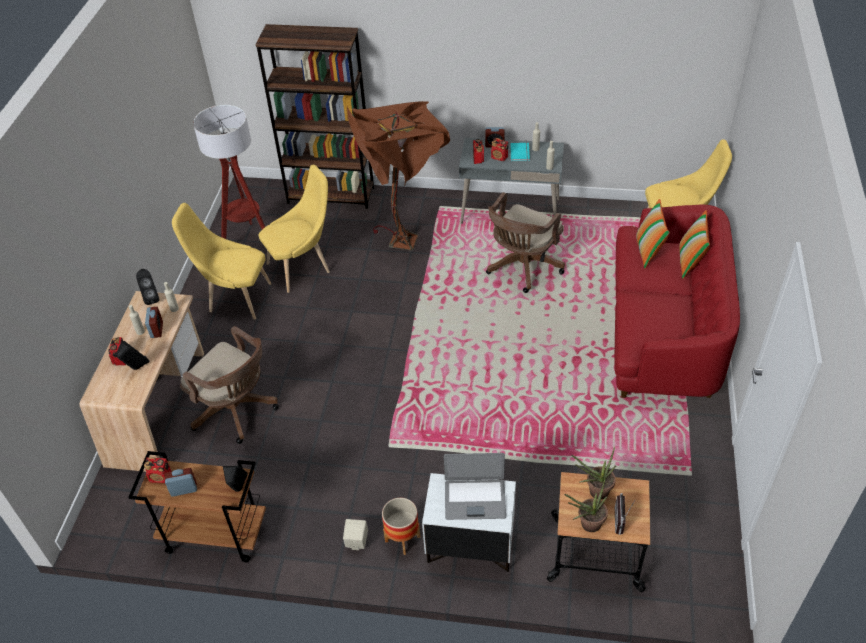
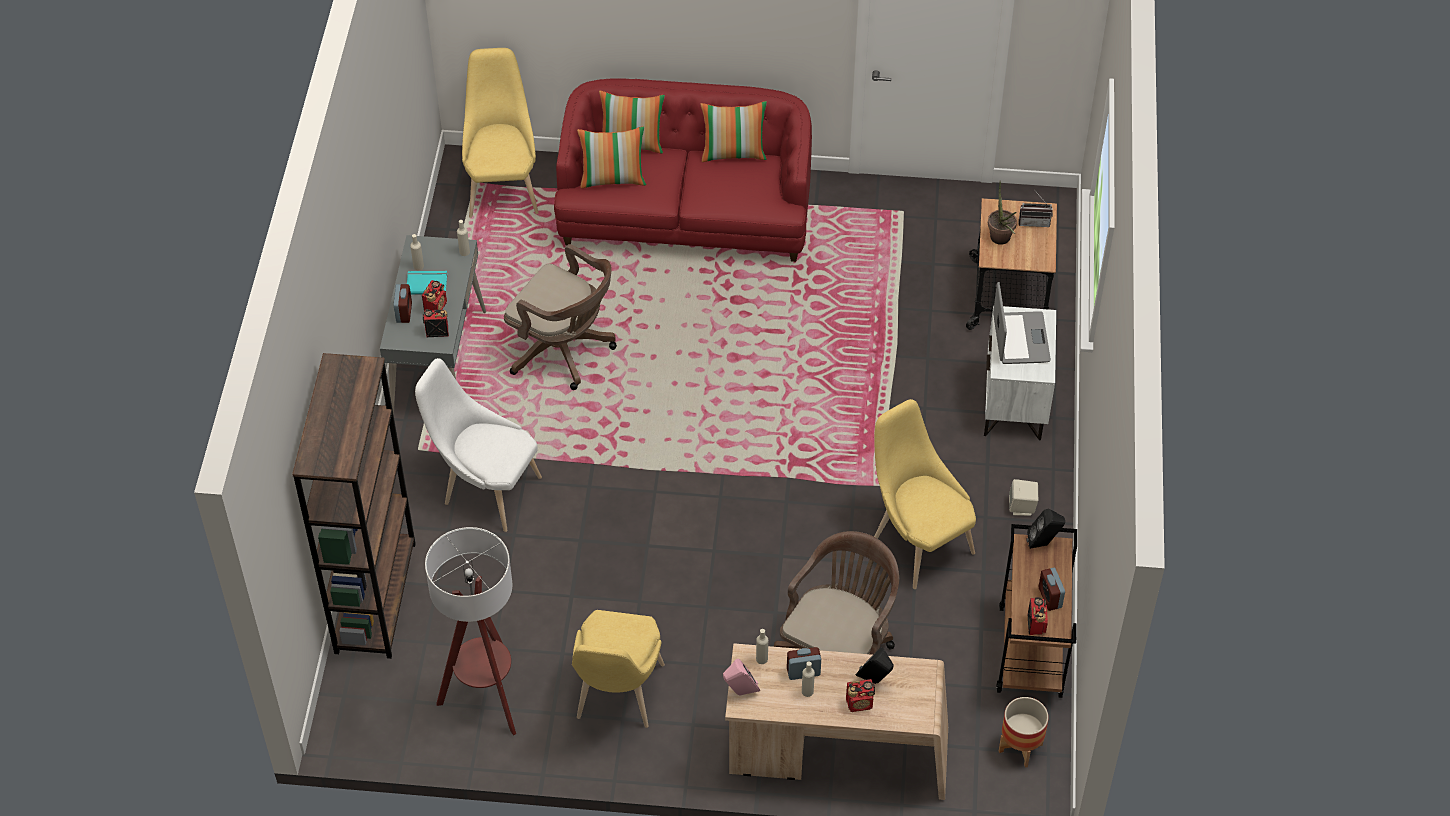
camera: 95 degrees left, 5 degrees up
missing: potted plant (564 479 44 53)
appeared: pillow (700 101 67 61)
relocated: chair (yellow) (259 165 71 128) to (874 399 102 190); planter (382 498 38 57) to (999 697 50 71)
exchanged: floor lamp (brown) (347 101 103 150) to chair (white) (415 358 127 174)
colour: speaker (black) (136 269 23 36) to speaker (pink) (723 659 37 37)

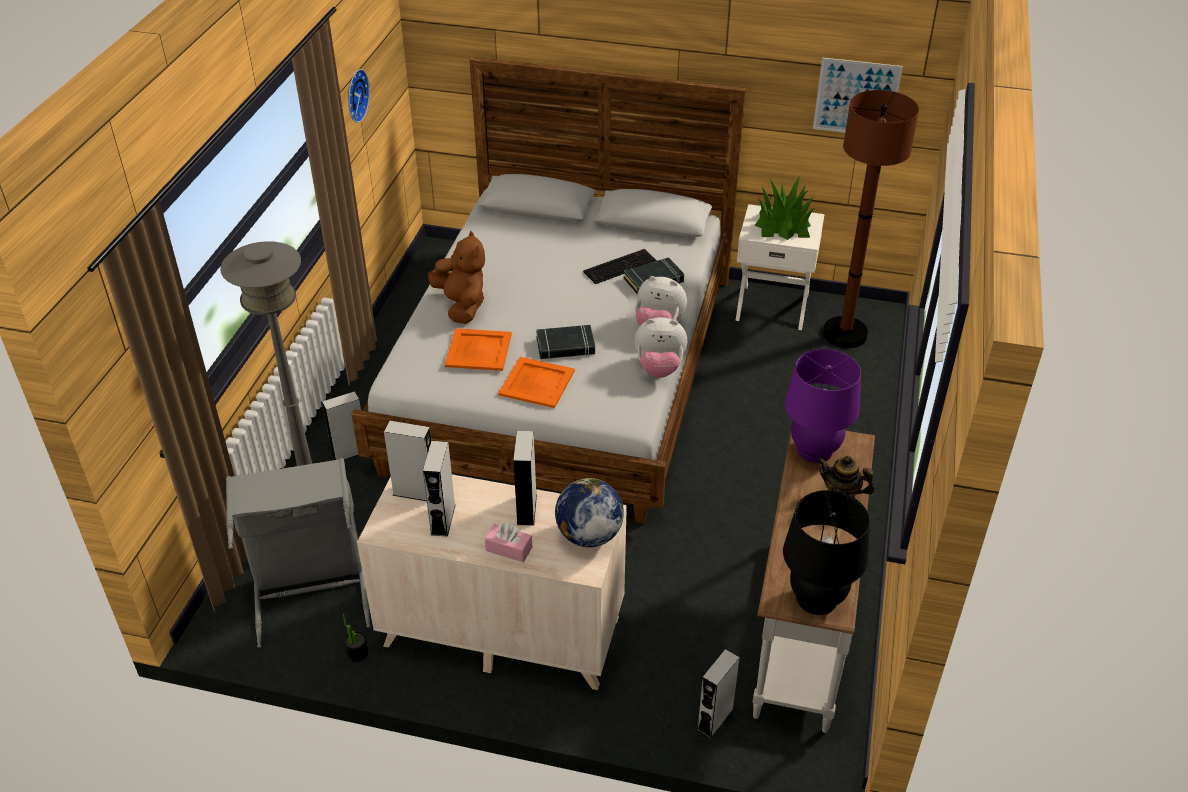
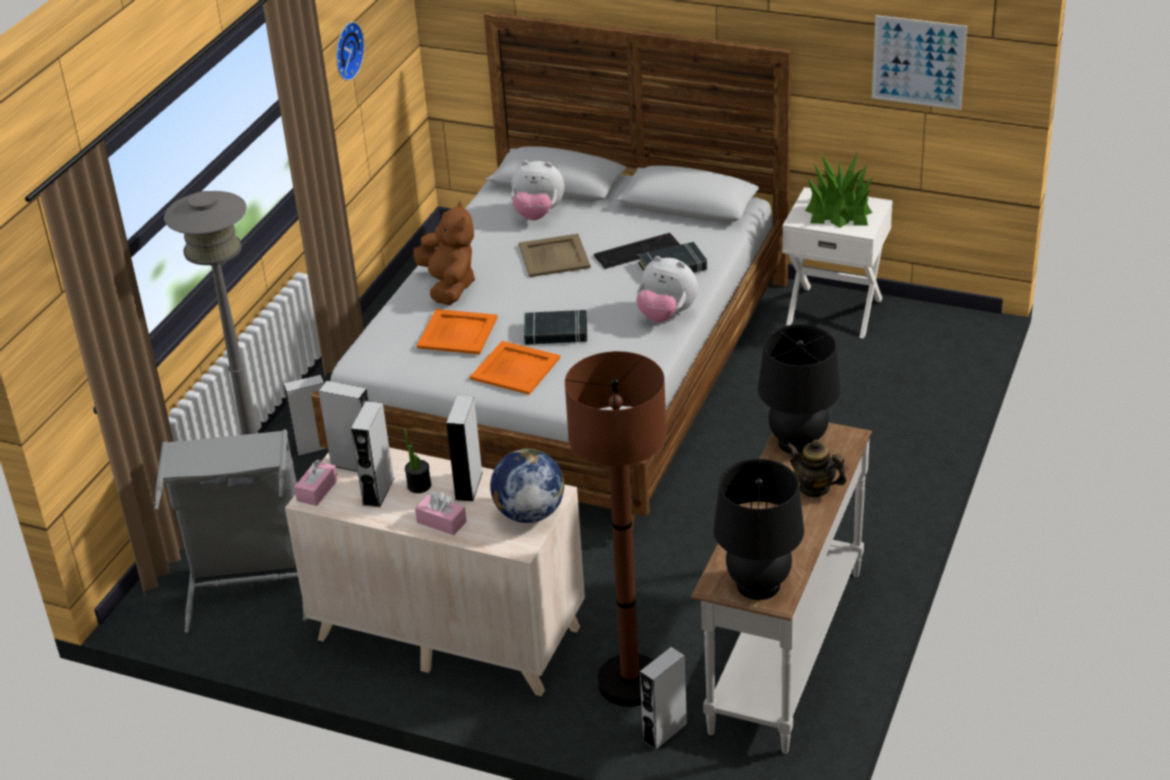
camera: 10 degrees right, 5 degrees down
appeared: tray (beige) (519 234 72 43); tissue box (pink) (294 459 44 47)
relocated: floor lamp (brown) (823 90 96 258) to (565 351 102 355); plush toy (634 317 53 61) to (511 160 53 60); potted plant (343 613 25 49) to (404 429 27 64)
colour: table lamp (purple) (785 349 76 114) to table lamp (black) (758 325 83 129)

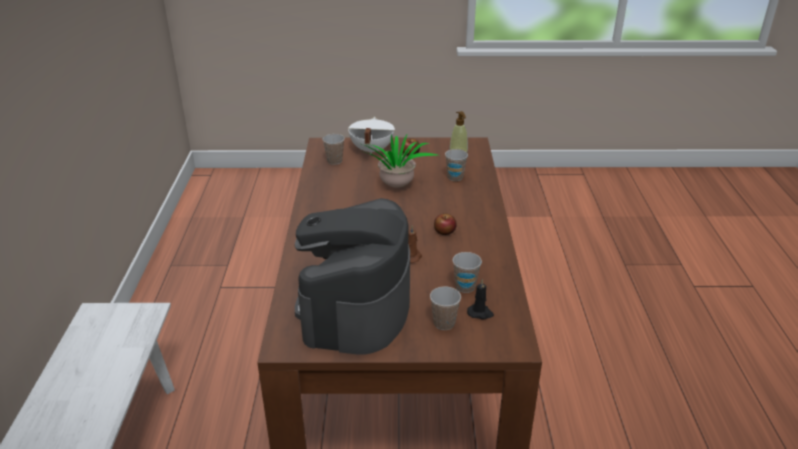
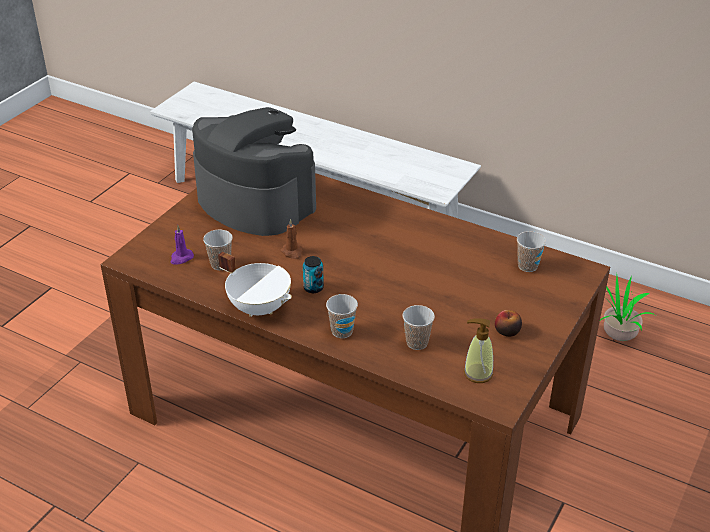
camera: 120 degrees right, 5 degrees up
relocated: cooking pot (white) (348 117 47 37) to (218 251 74 66); potted plant (362 134 75 54) to (600 275 55 66); cup (430 286 31 44) to (326 294 32 44)
exchanged: apple (434 213 23 22) to can (303 256 21 37)
colour: candle (black) (467 279 27 40) to candle (purple) (170 225 24 40)

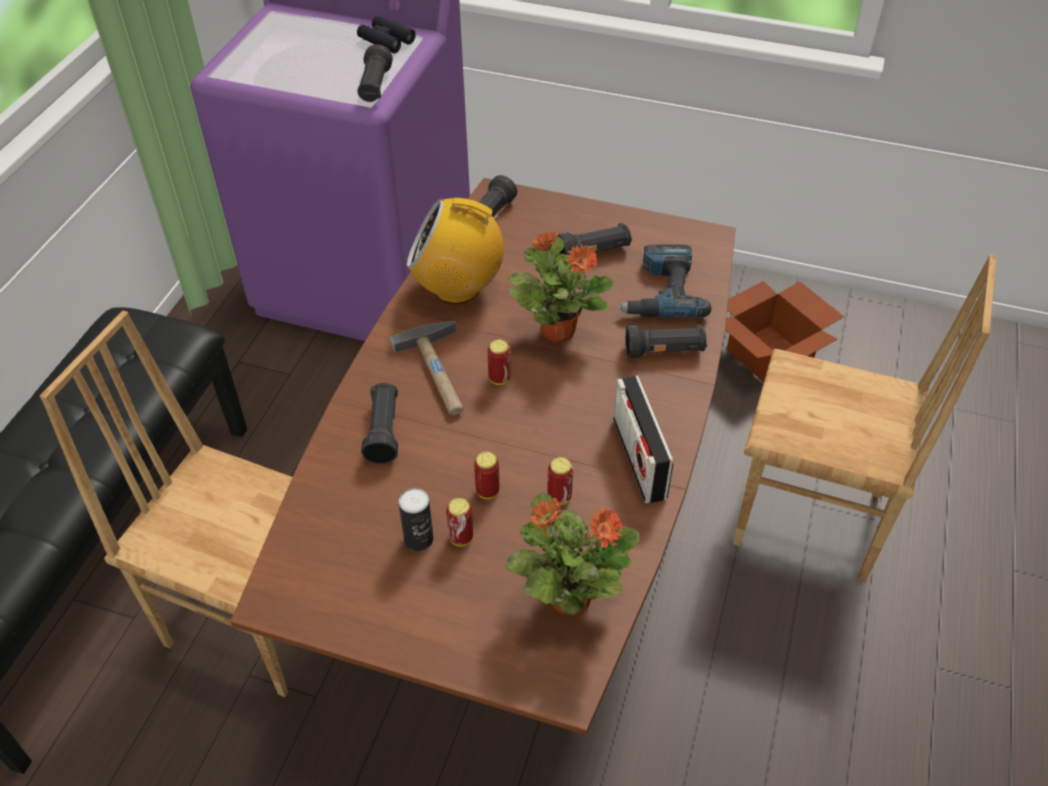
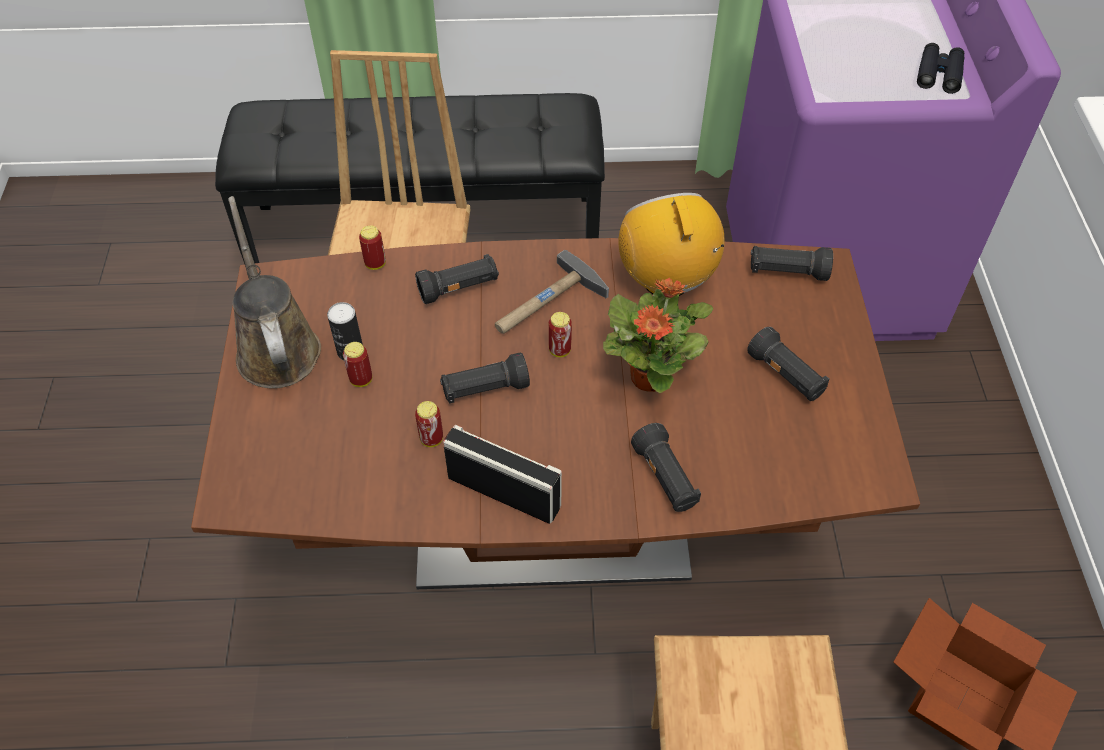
camera: 70 degrees right, 5 degrees up
missing: power drill (617 244 94 74); potted plant (505 492 134 124)
appeared: watering can (brown) (228 196 93 193)
relocated: flashlight (black) (358 44 35 58) to (440 353 90 51); can (474 452 25 47) to (359 225 27 45)
spun: radio (613 376 61 127) = (443 425 119 99) 60 degrees clockwise

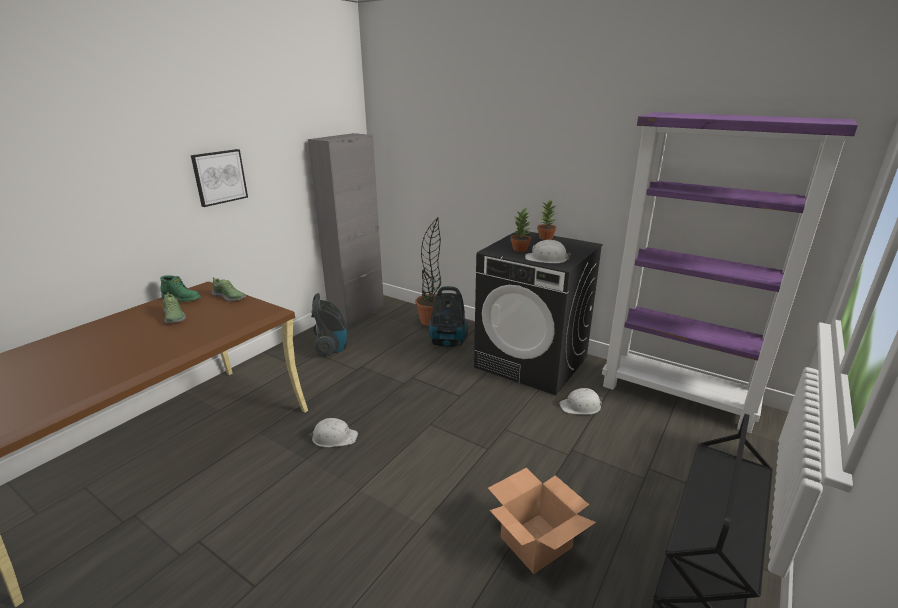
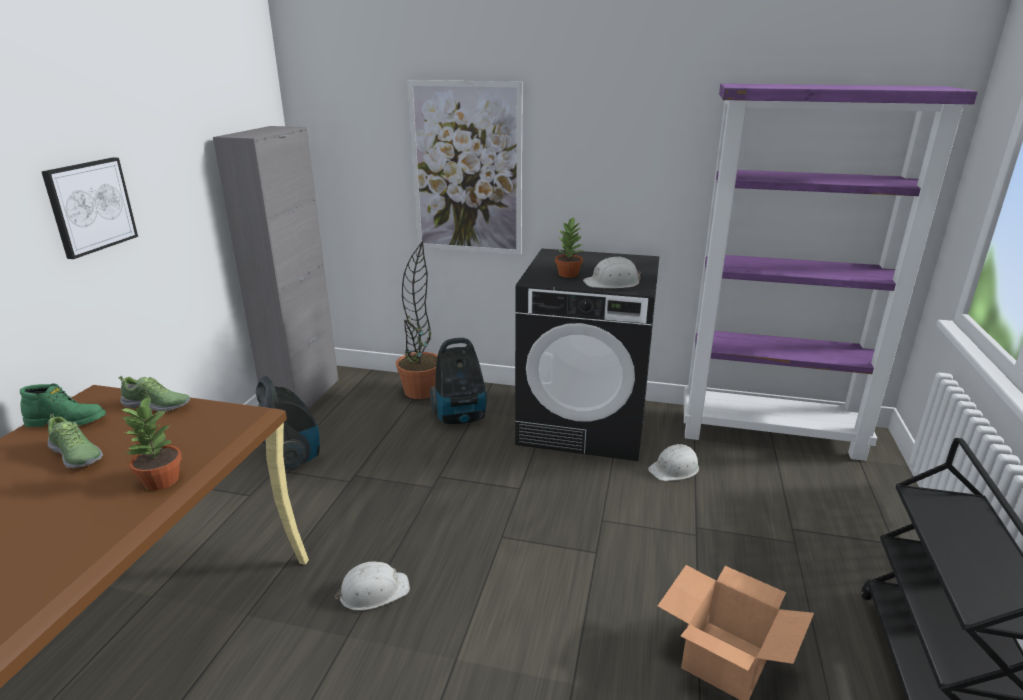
camera: 20 degrees left, 0 degrees up
appeared: picture (407 80 116 175)
relocated: potted plant (537 199 20 41) to (119 396 62 94)

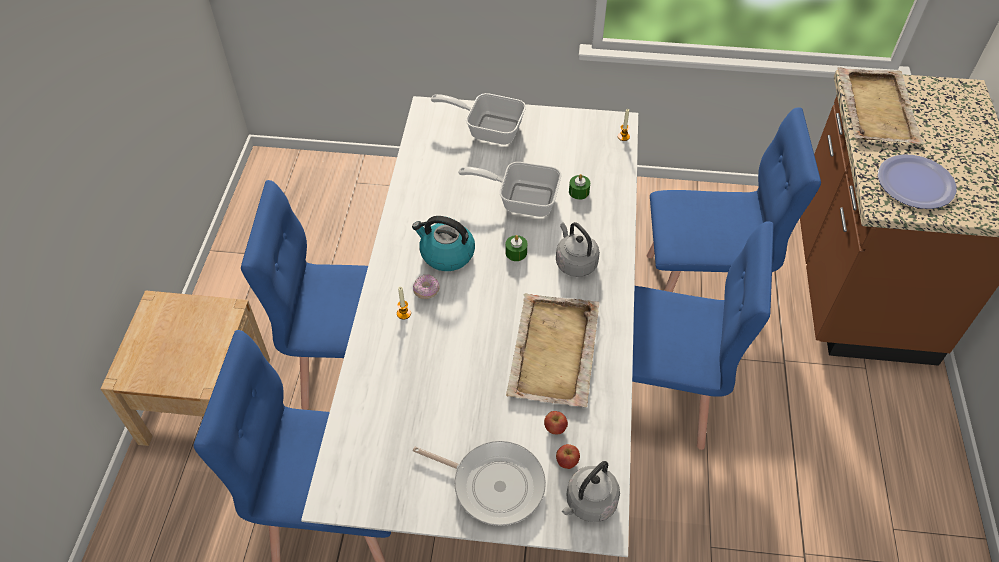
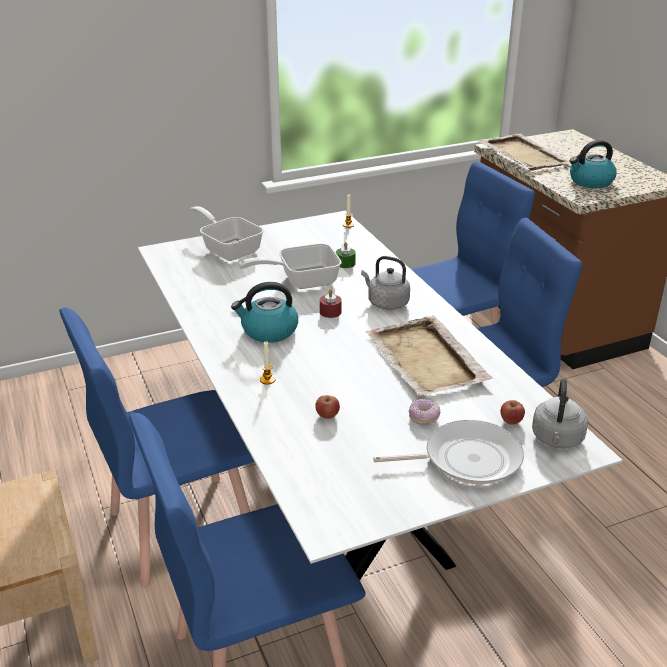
camera: 30 degrees left, 20 degrees down
relocated: donut (413 274 27 25) to (409 399 31 25); apple (544 411 24 23) to (315 395 25 24)
exchanged: plate (878 154 79 55) to kettle (570 140 47 48)
colour: candle (green) (505 235 22 26) to candle (red) (320 289 22 29)
spun: frying pan (431 93 95 52) = (191 206 73 55) 60 degrees clockwise

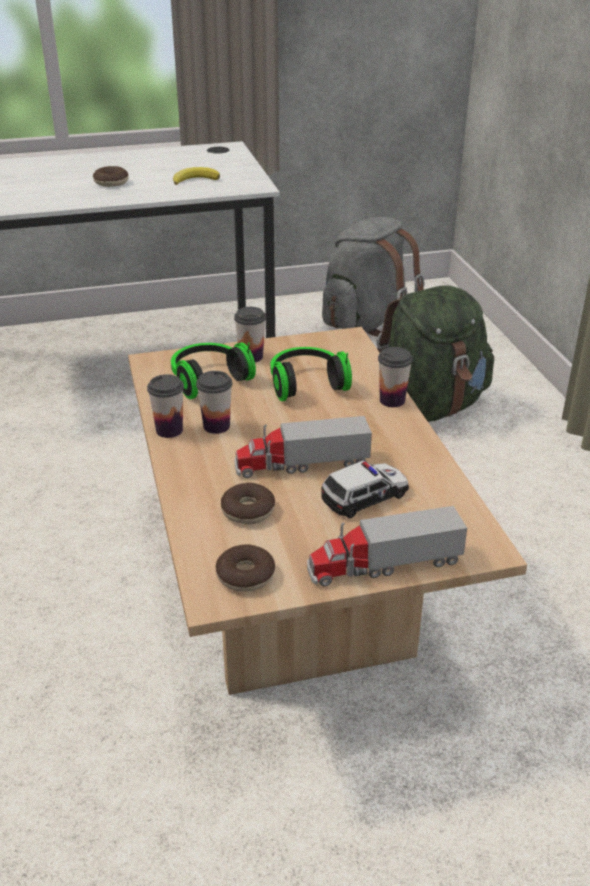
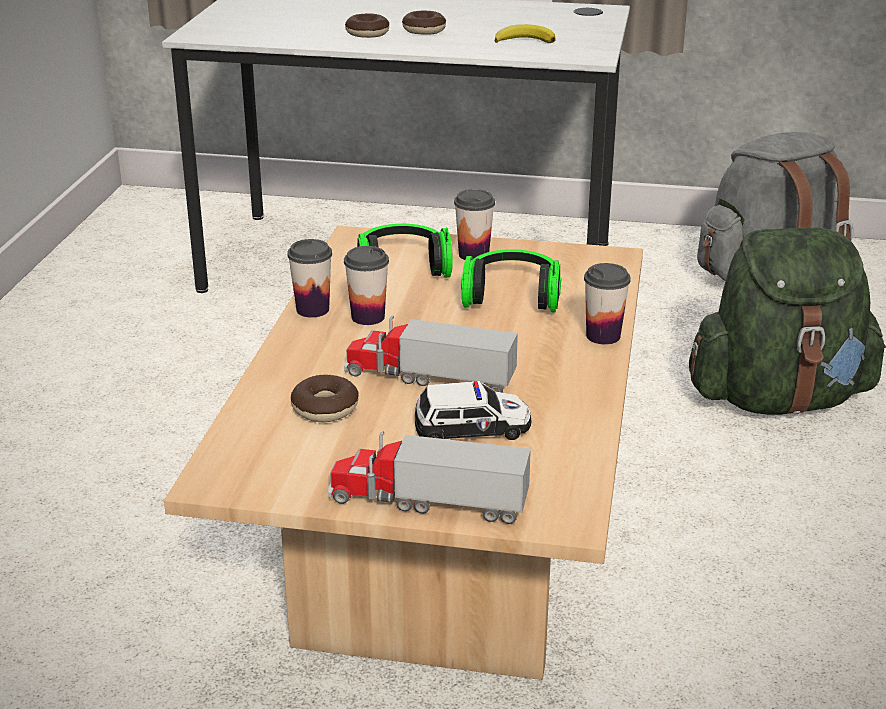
camera: 25 degrees right, 5 degrees down
relocated: donut (216 544 59 48) to (345 13 44 25)

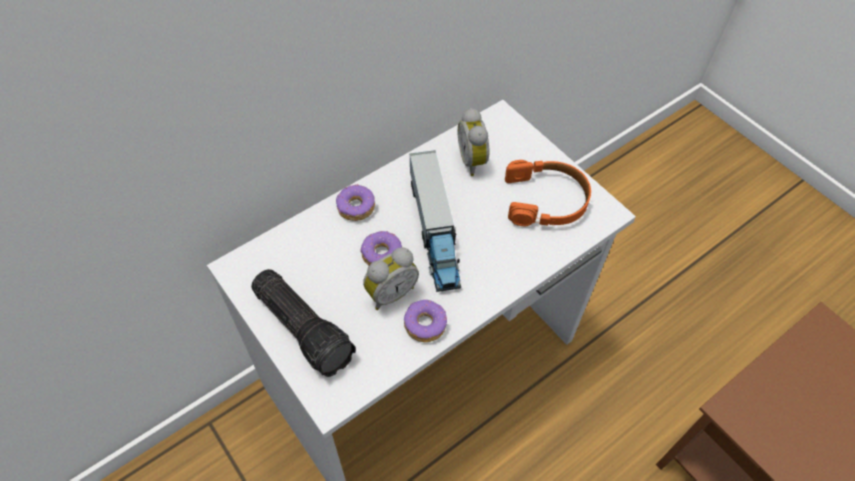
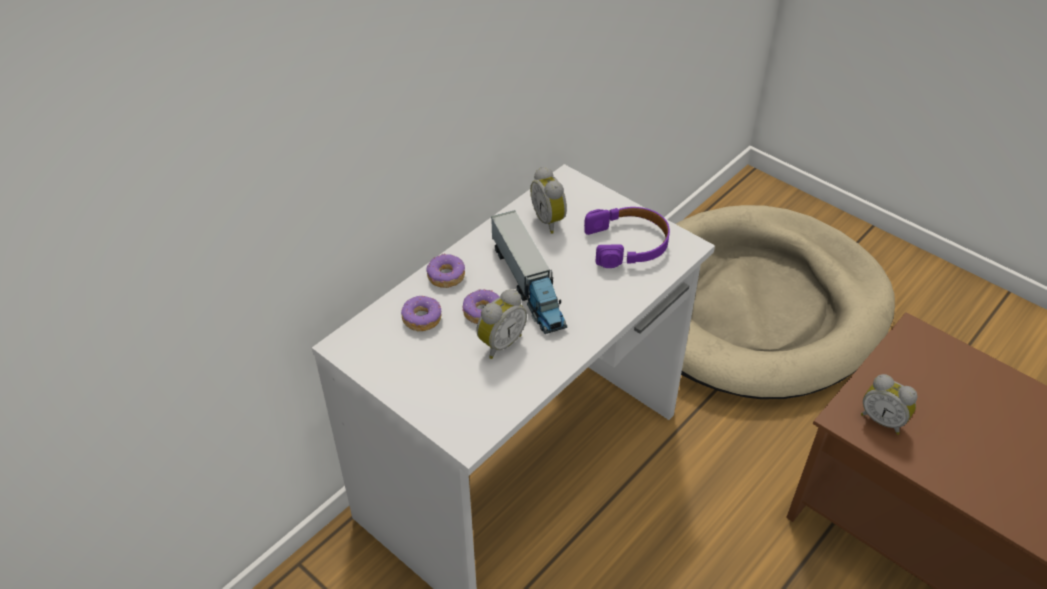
camera: 10 degrees left, 10 degrees down
missing: flashlight (251 269 105 108)
appeared: dog bed (beige) (676 205 219 194); alarm clock (861 374 56 61)
relocated: donut (404 300 43 42) to (401 296 40 35)
colour: headphones (orange) (505 160 86 66) to headphones (purple) (584 207 86 61)

